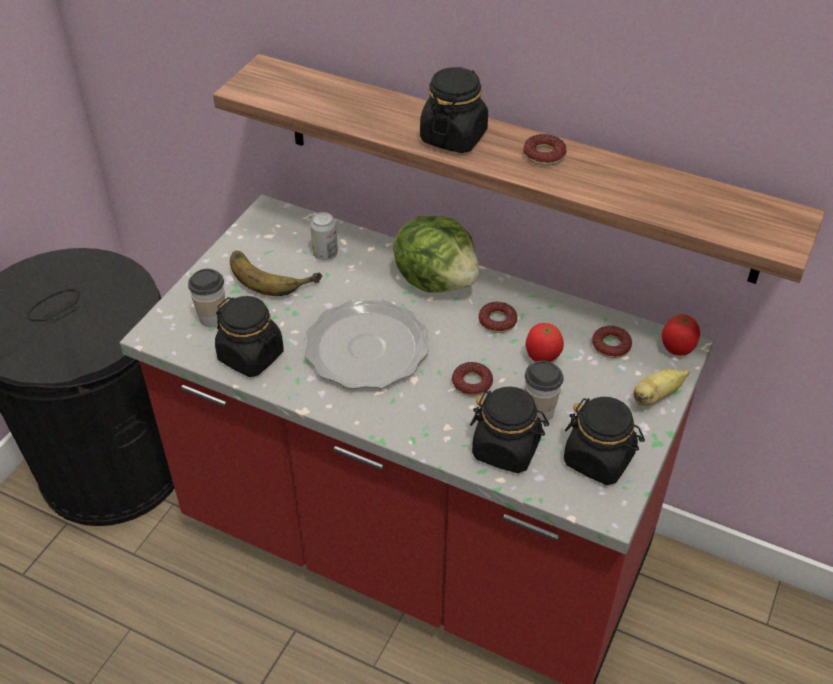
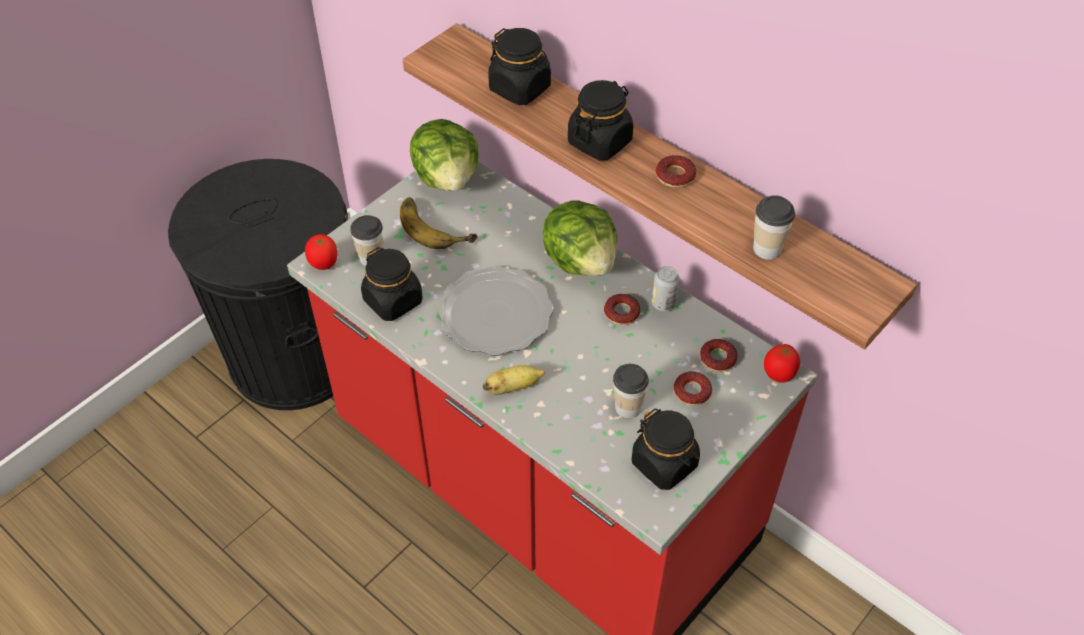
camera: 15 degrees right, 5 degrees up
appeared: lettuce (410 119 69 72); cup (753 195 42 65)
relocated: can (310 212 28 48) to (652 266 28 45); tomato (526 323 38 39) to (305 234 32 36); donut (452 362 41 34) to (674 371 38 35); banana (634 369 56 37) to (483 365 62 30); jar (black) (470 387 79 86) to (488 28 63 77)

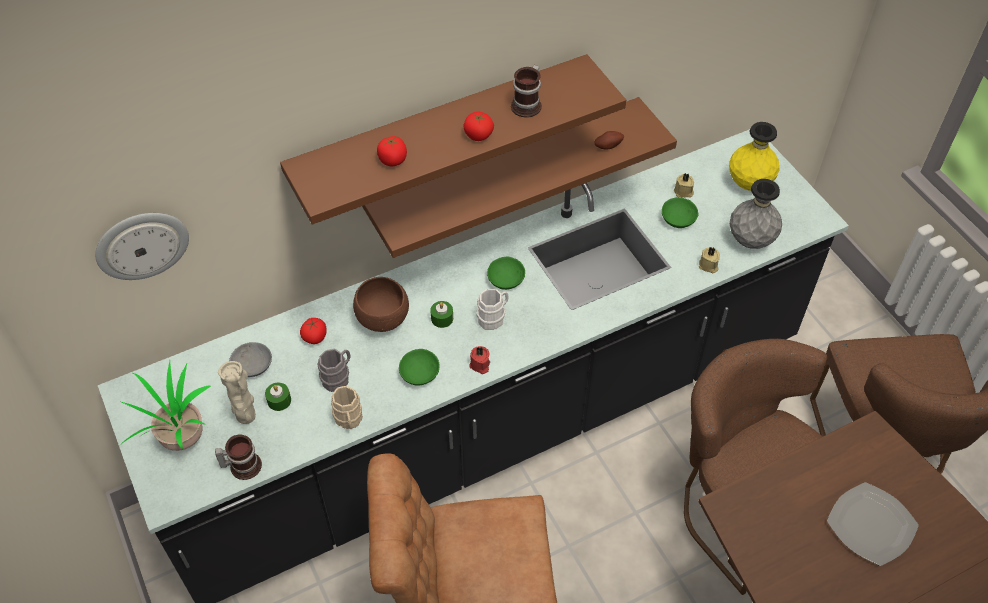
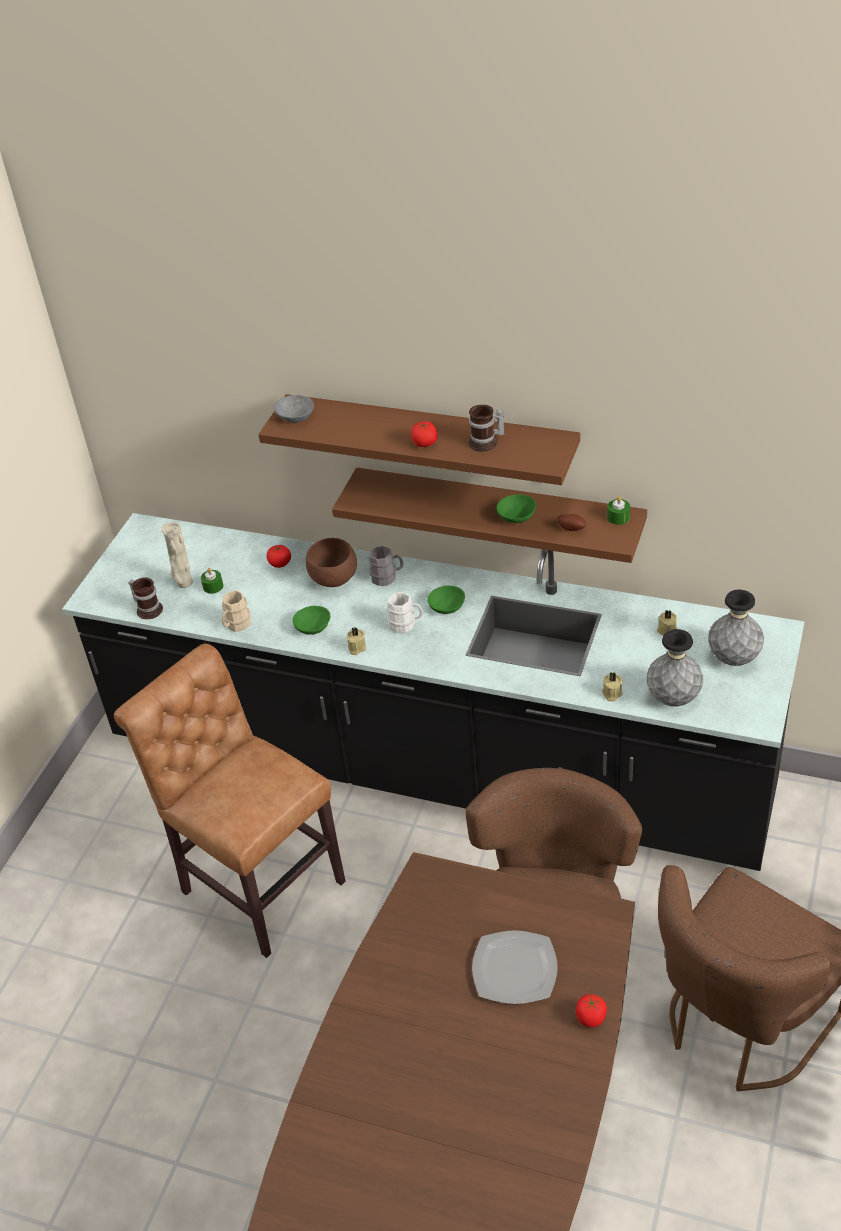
camera: 50 degrees right, 10 degrees down
missing: wall clock (95 213 94 67); potted plant (121 361 90 90)
relocated: tomato (377 136 30 31) to (576 994 31 34); bowl (green) (662 197 37 31) to (496 494 40 29); candle (green) (430 301 23 27) to (607 496 23 29); bowl (grey) (229 342 43 35) to (274 395 40 28); mug (grey) (318 349 32 43) to (369 546 34 40)
colour: vase (yellow) (729 122 50 69) to vase (grey) (708 589 56 77); candle (red) (469 346 21 28) to candle (beige) (347 627 19 28)

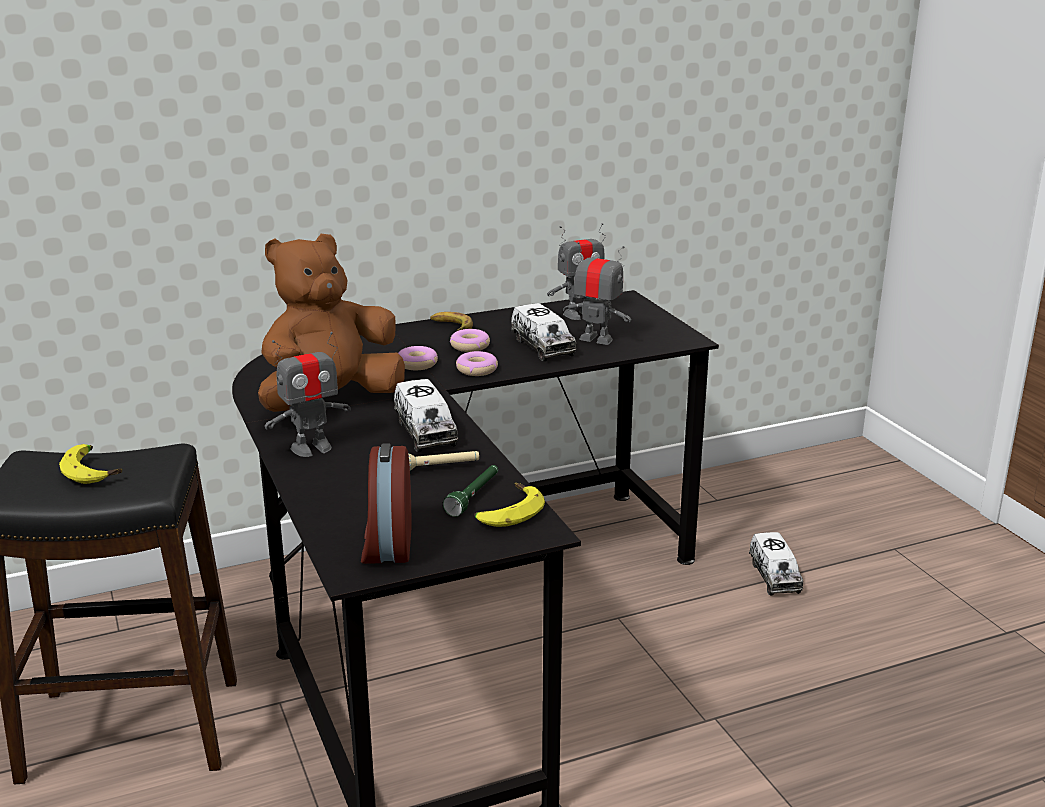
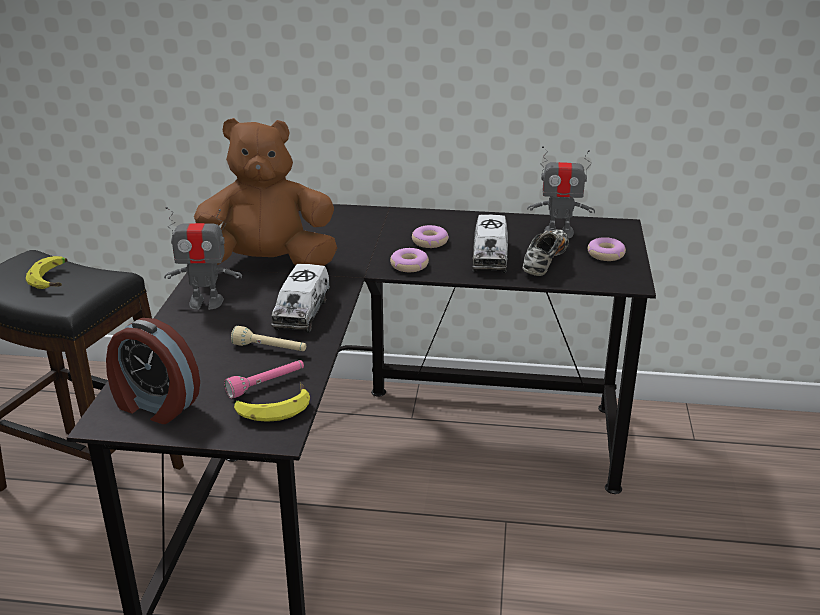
camera: 30 degrees right, 5 degrees up
missing: banana (430 312 43 19); toy truck (749 532 54 63)
relocated: donut (398 346 40 24) to (588 237 38 24)
exchanged: toy robot (563 242 68 103) to shoe (523 229 46 47)
colour: flashlight (green) (443 465 55 52) to flashlight (pink) (224 360 80 39)
spun: alarm clock (361 443 50 121) = (106 318 94 106) 90 degrees counterclockwise

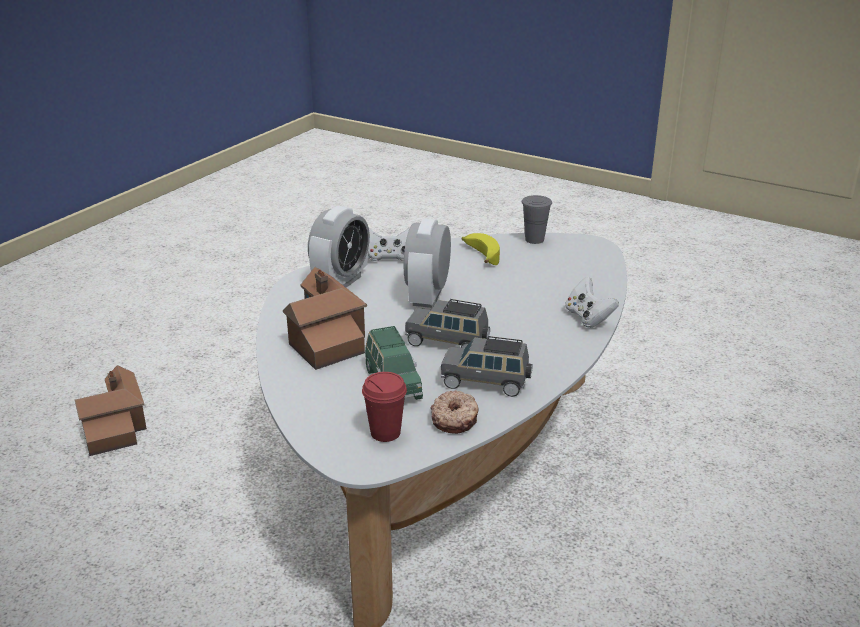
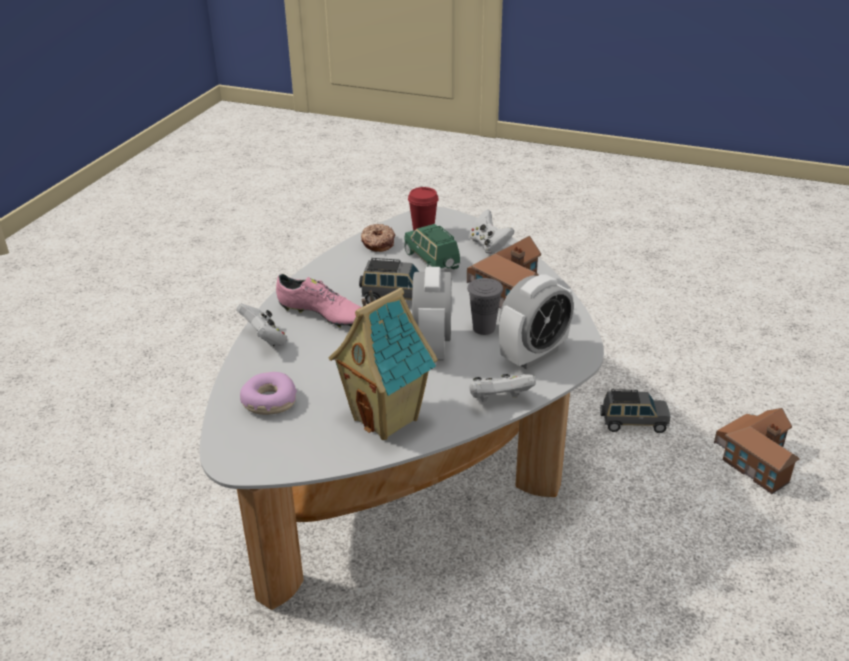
camera: 170 degrees right, 5 degrees up
appeared: game controller (white) (469 209 45 45); shoe (pink) (276 274 85 54); donut (240 372 57 43)
relocated: cup (grey) (522 195 30 49) to (467 278 36 57); toy car (grey) (441 336 92 61) to (600 389 70 44)
exchanged: banana (462 233 38 32) to toy house (329 288 109 152)
spun: alarm clock (308 206 62 82) = (499 275 75 94) 150 degrees counterclockwise

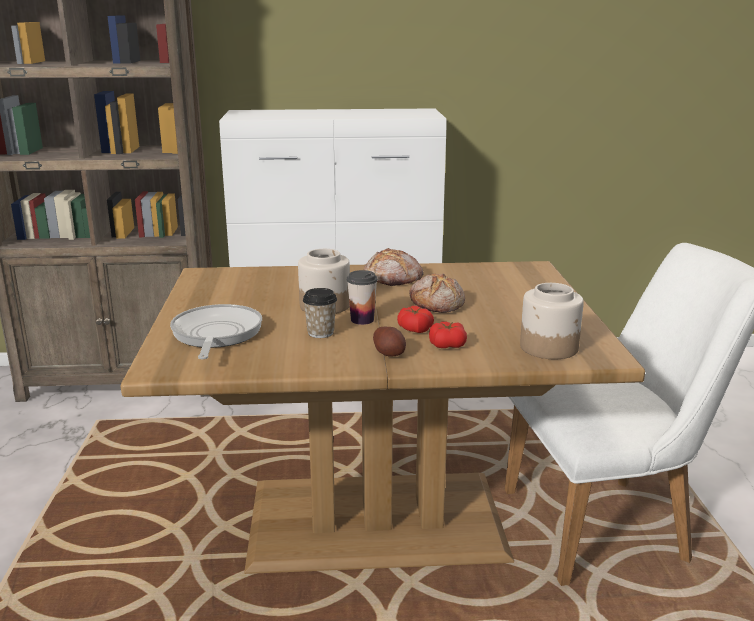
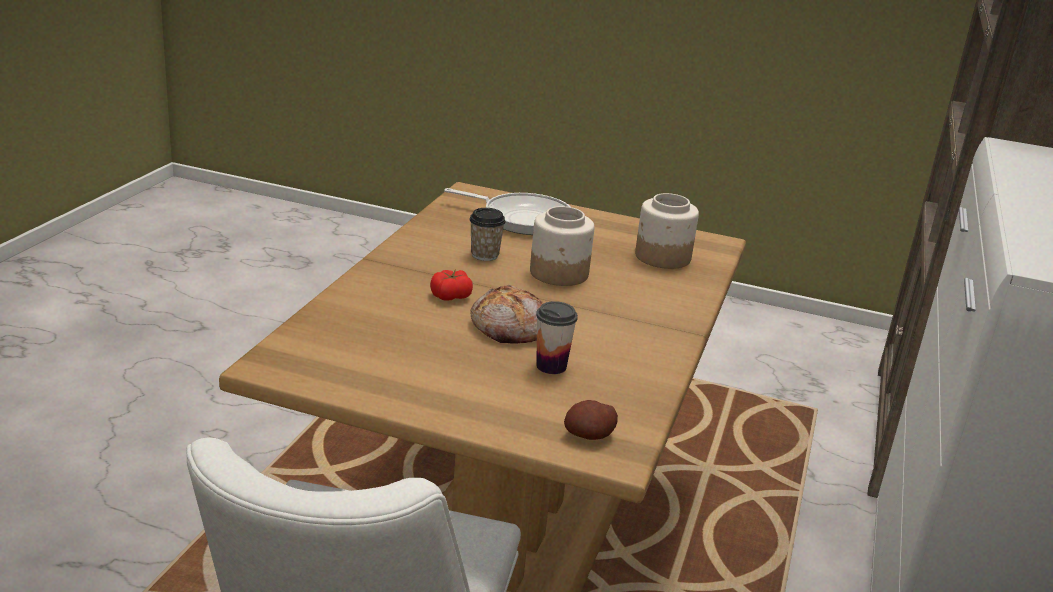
camera: 110 degrees right, 5 degrees up
missing: bread (364 248 60 38); tomato (429 322 38 26)
relocated: cup (347 270 31 55) to (536 301 42 73); jar (520 283 64 76) to (635 193 64 76); potato (373 326 33 31) to (564 400 54 40)

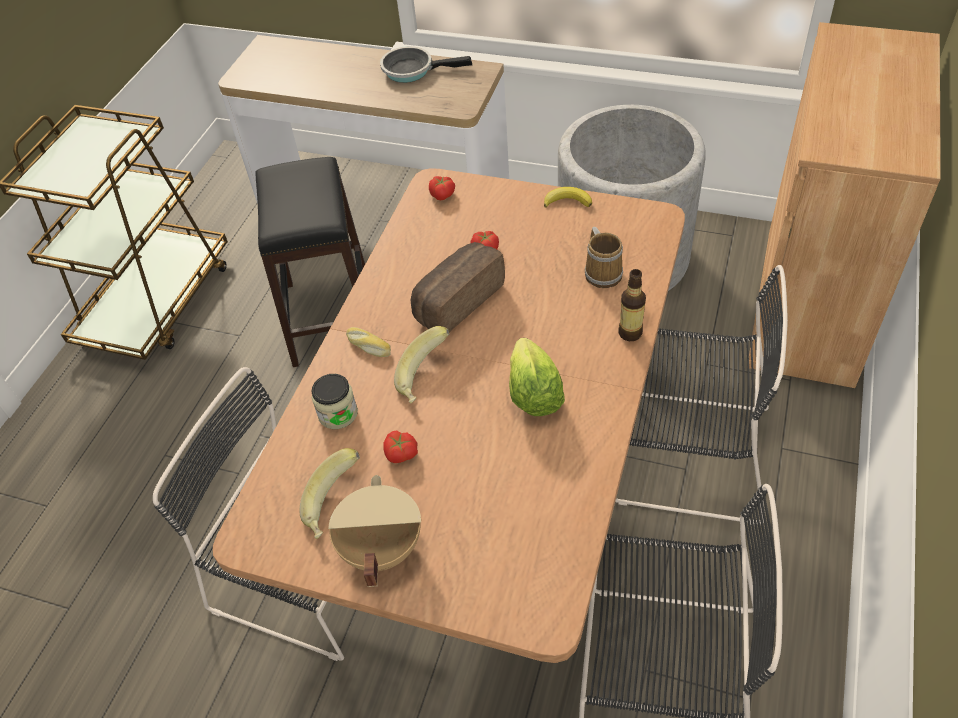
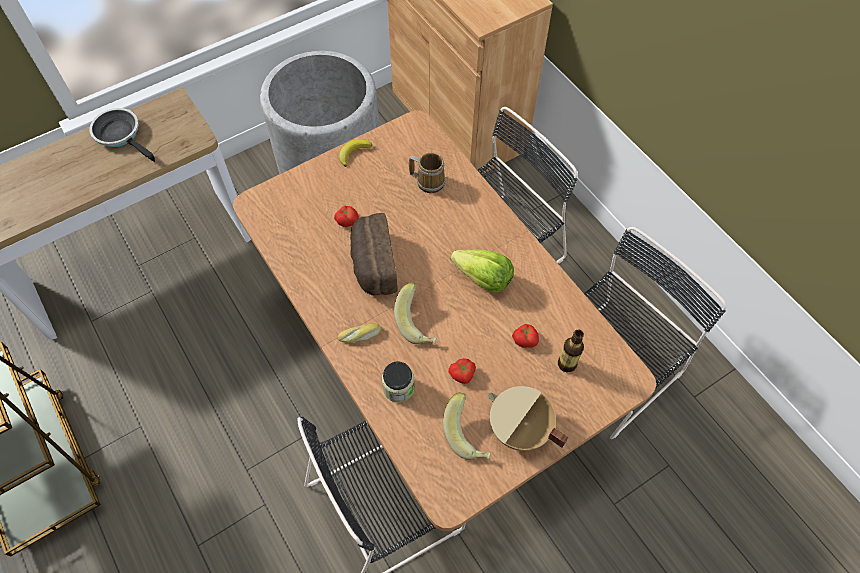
camera: 55 degrees left, 10 degrees up
missing: stool (black) (255 157 110 210)
relocated: tomato (429 176 26 24) to (512 324 27 24); bottle (619 269 27 72) to (558 329 26 43)
spun: frying pan (380 46 92 37) = (89 108 66 54) 90 degrees clockwise

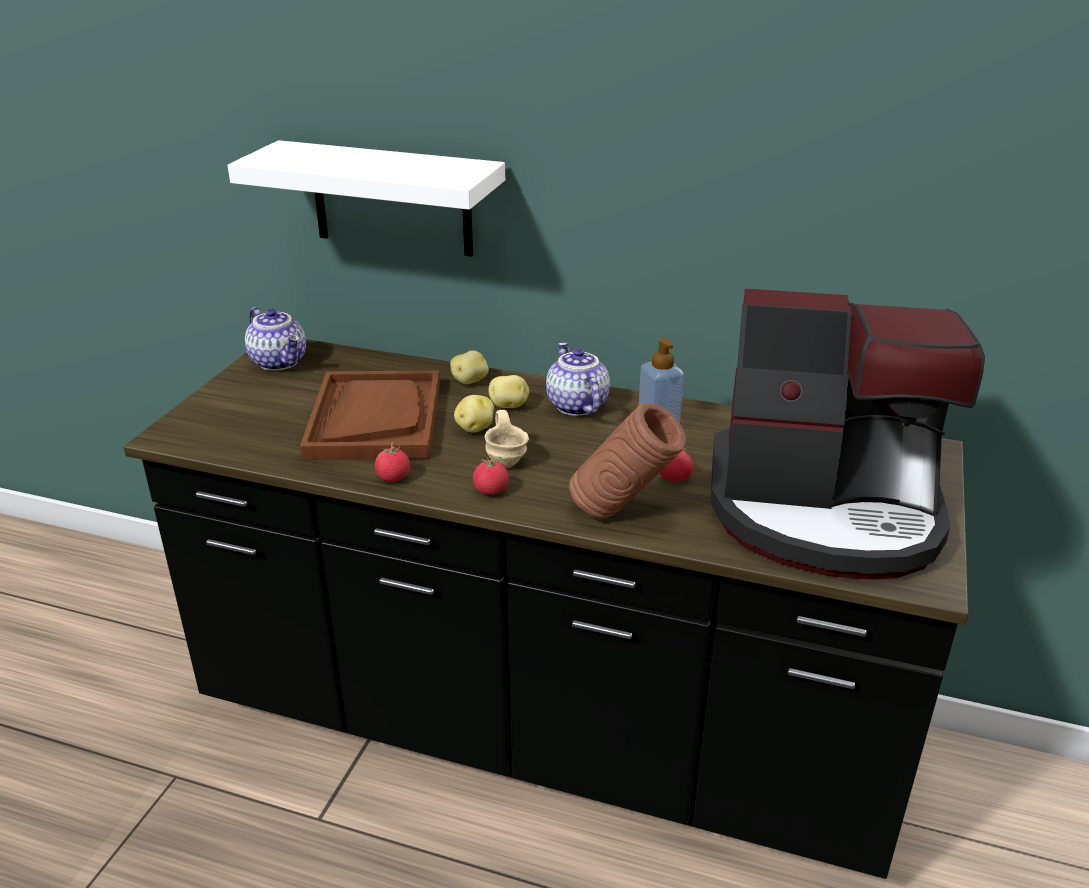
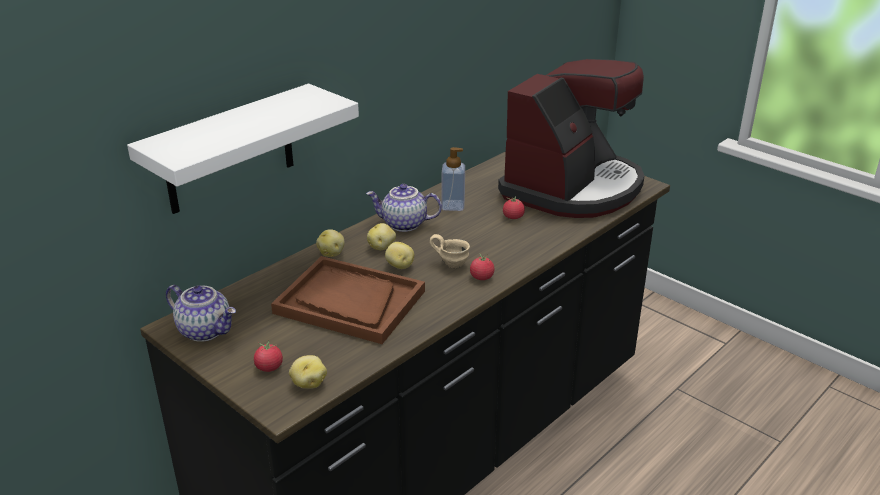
camera: 65 degrees left, 0 degrees up
missing: vase (brown) (569 403 117 116)
appeared: potato (289 355 38 34)
relocated: tomato (375 442 35 40) to (254 340 29 32)
spun: teapot (245 307 61 64) = (166 285 70 57) 45 degrees clockwise

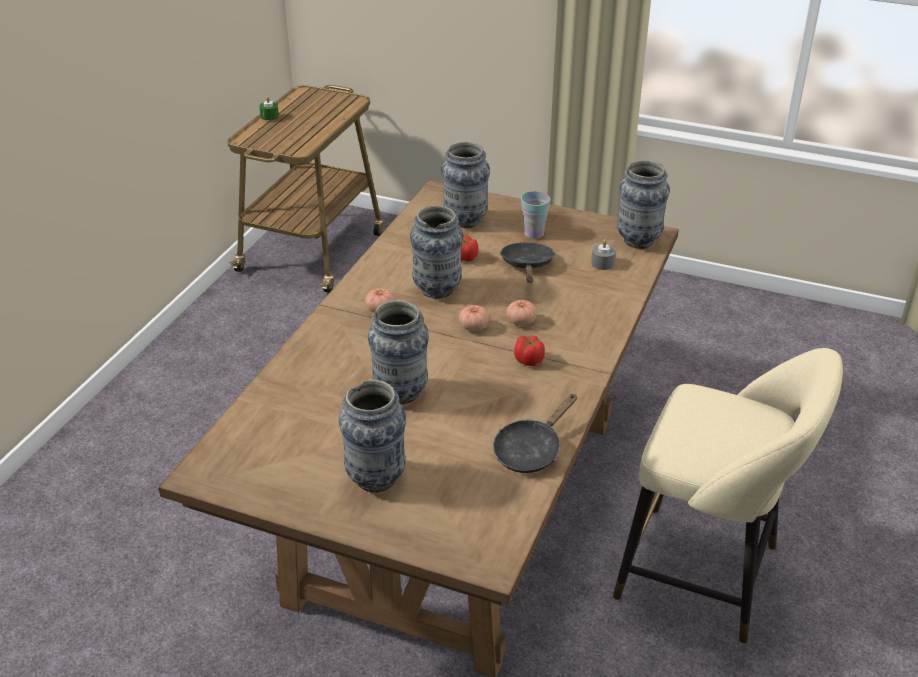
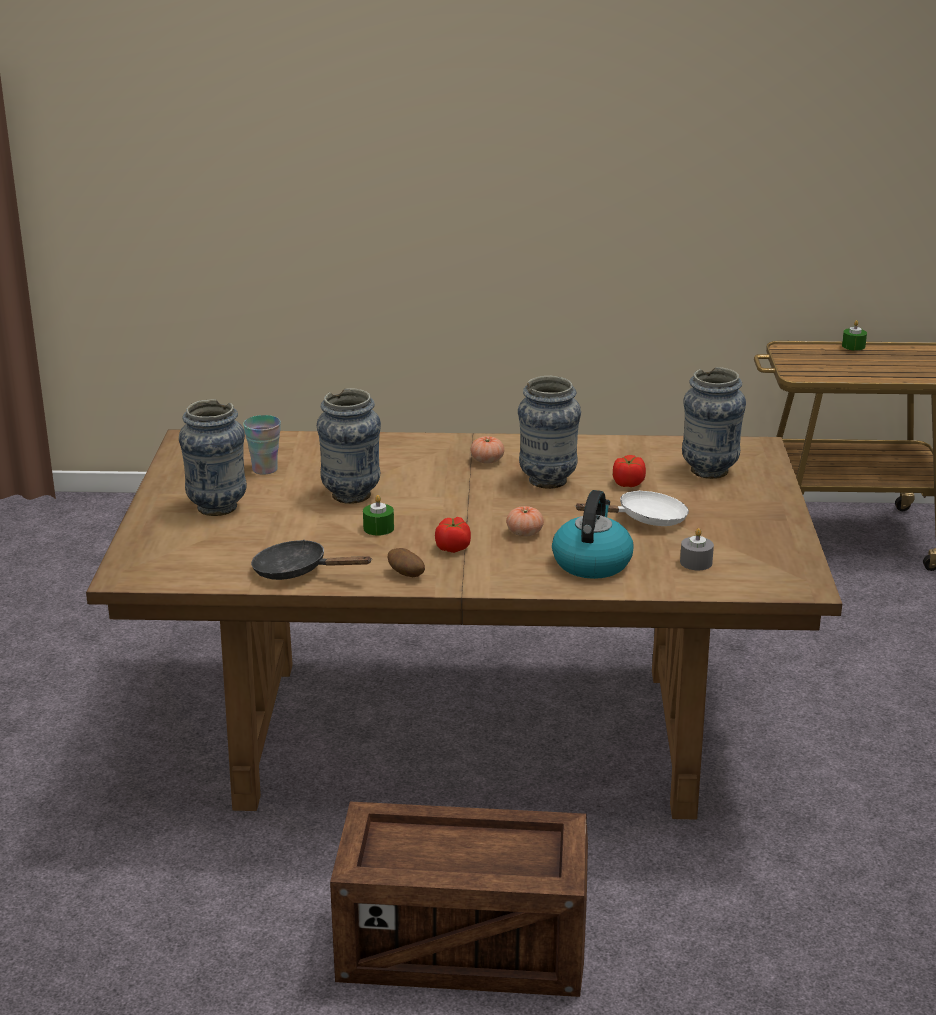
camera: 70 degrees right, 10 degrees down
missing: vase (617 160 53 89); tomato (459 305 30 26)
appeared: kettle (552 490 82 89); candle (green) (363 495 31 41); potato (388 548 37 29)
relocated: cup (521 191 30 48) to (243 415 38 60)
exchanged: stool (beige) (613 348 230 295) to crate (330 802 258 195)
colour: frying pan (black) (500 242 55 41) to frying pan (white) (575 490 114 36)

